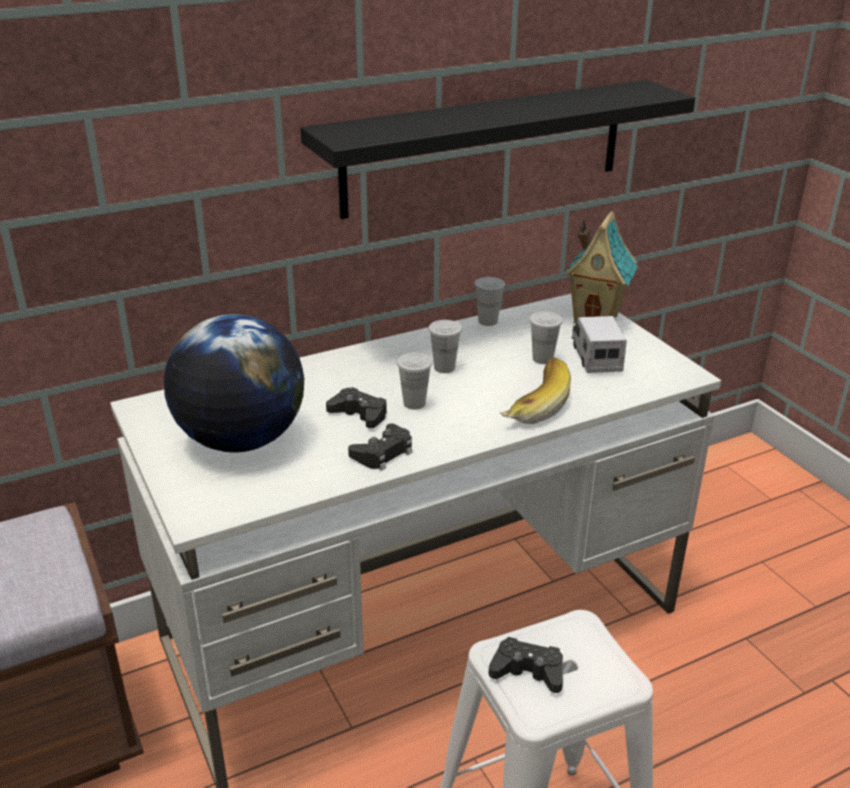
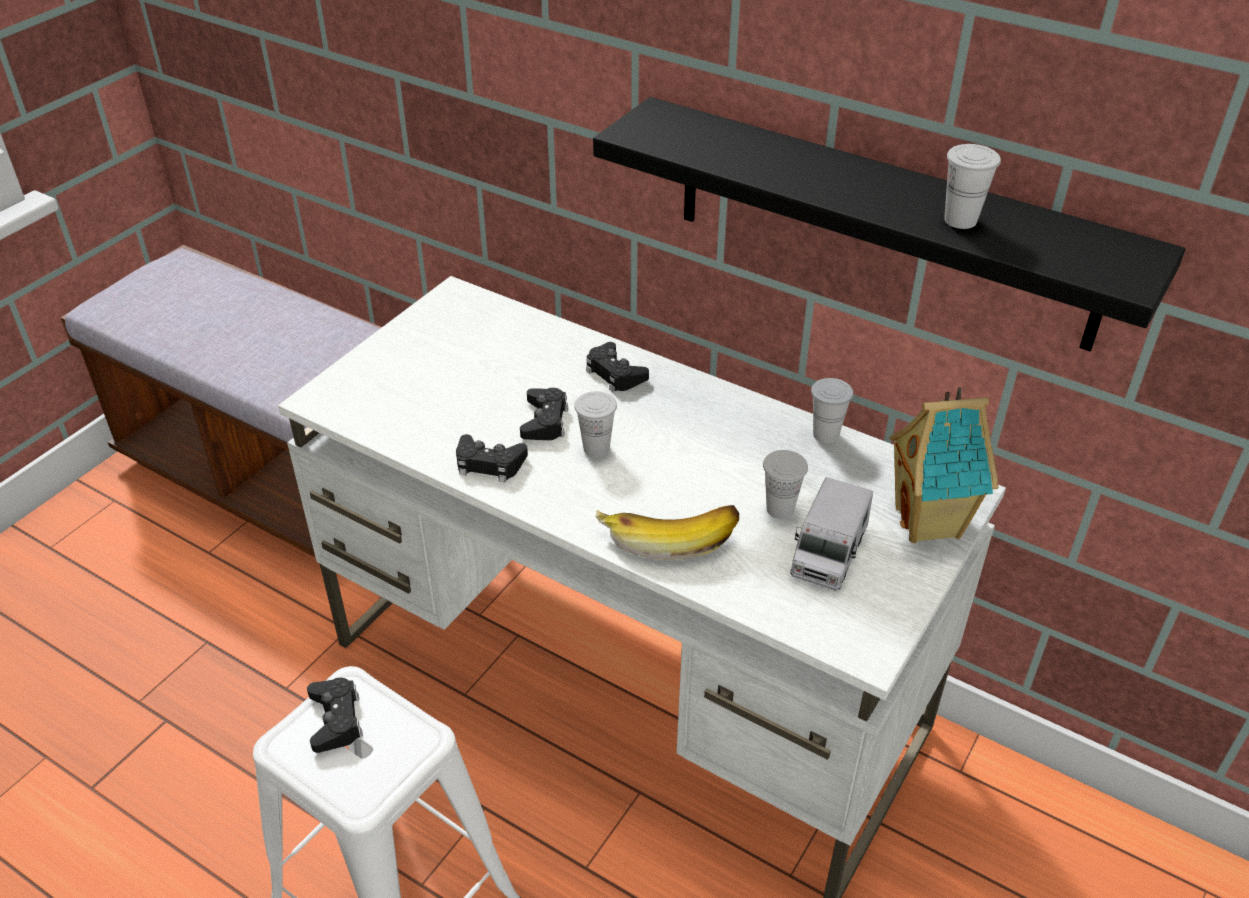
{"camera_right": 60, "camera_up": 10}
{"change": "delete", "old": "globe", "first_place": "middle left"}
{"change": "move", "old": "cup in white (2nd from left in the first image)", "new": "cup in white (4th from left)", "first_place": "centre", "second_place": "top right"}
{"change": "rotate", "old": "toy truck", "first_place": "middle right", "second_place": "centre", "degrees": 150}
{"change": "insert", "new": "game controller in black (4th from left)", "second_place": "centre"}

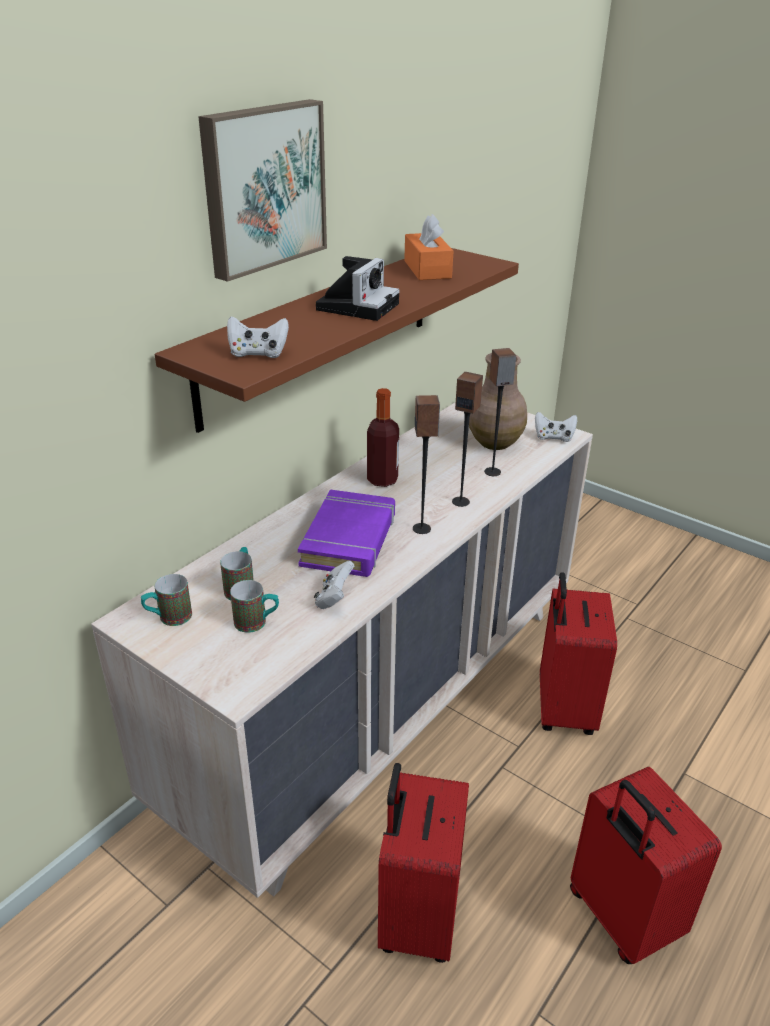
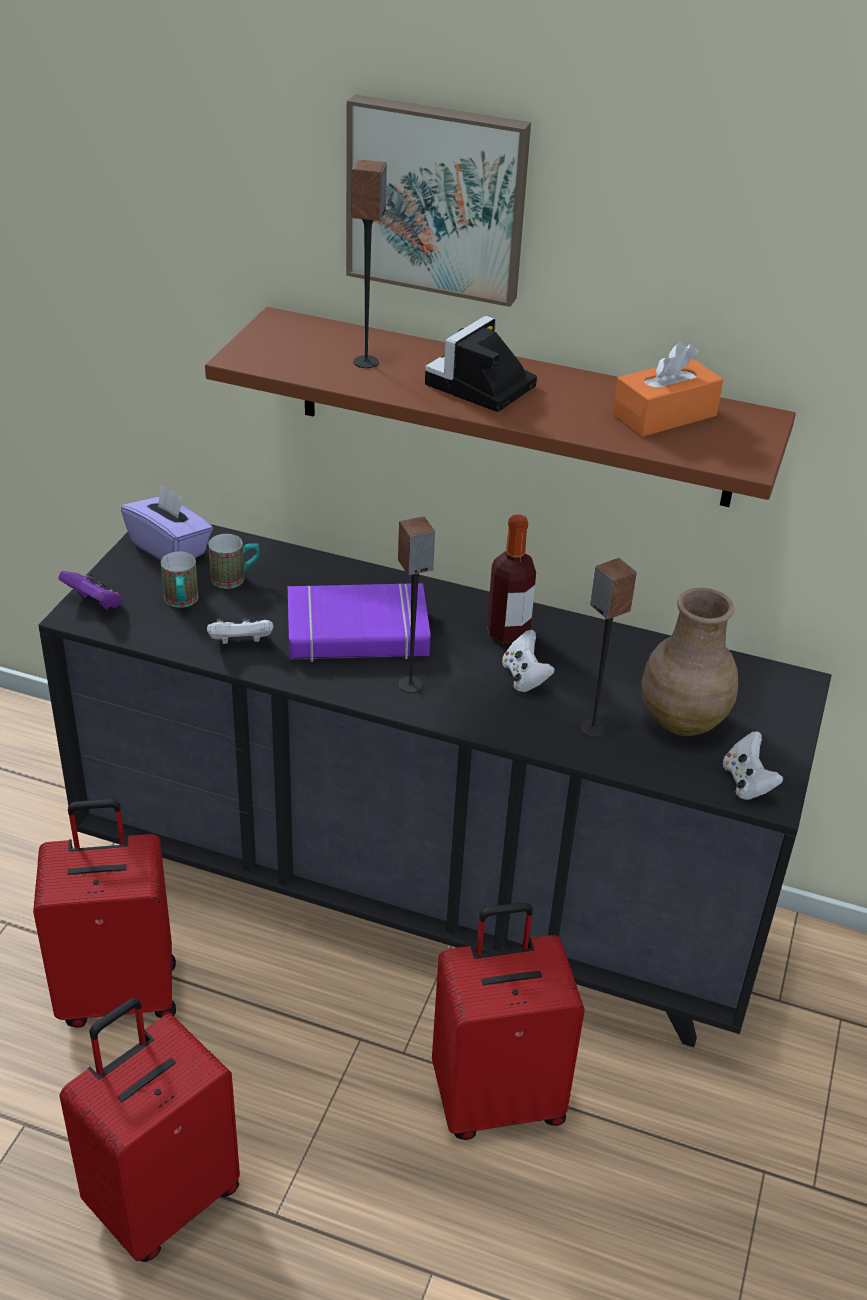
{"camera_right": 70, "camera_up": 5}
{"change": "recolor", "old": "dresser in beige", "new": "dresser in black", "first_place": "centre", "second_place": "centre"}
{"change": "replace", "old": "mug (1st from left)", "new": "tissue box in purple", "first_place": "middle left", "second_place": "middle left"}
{"change": "move", "old": "game controller in white (1st from left in the first image)", "new": "game controller in white (2nd from left)", "first_place": "top centre", "second_place": "centre"}
{"change": "rotate", "old": "photo camera", "first_place": "top centre", "second_place": "top centre", "degrees": 120}
{"change": "move", "old": "speaker (2nd from left in the first image)", "new": "speaker (1st from left)", "first_place": "centre", "second_place": "top centre"}
{"change": "insert", "new": "game controller in purple", "second_place": "middle left"}

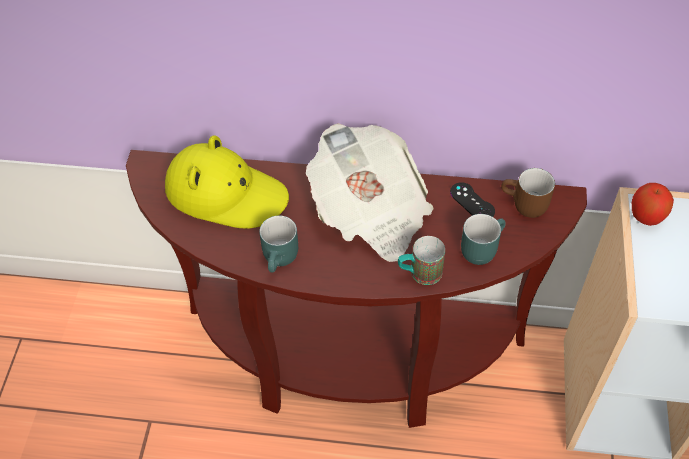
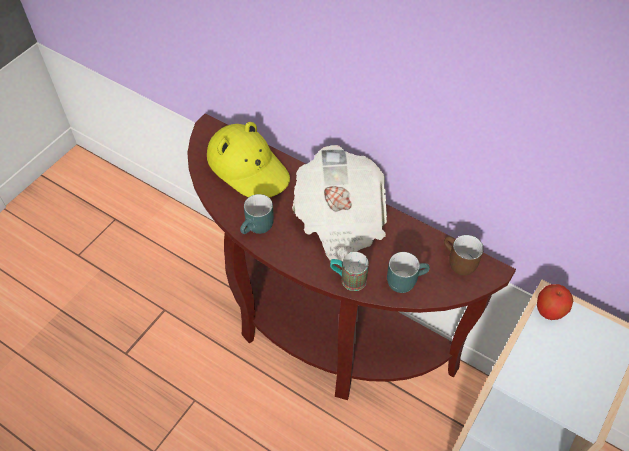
{"camera_right": 25, "camera_up": 0}
{"change": "delete", "old": "game controller in black", "first_place": "middle right"}

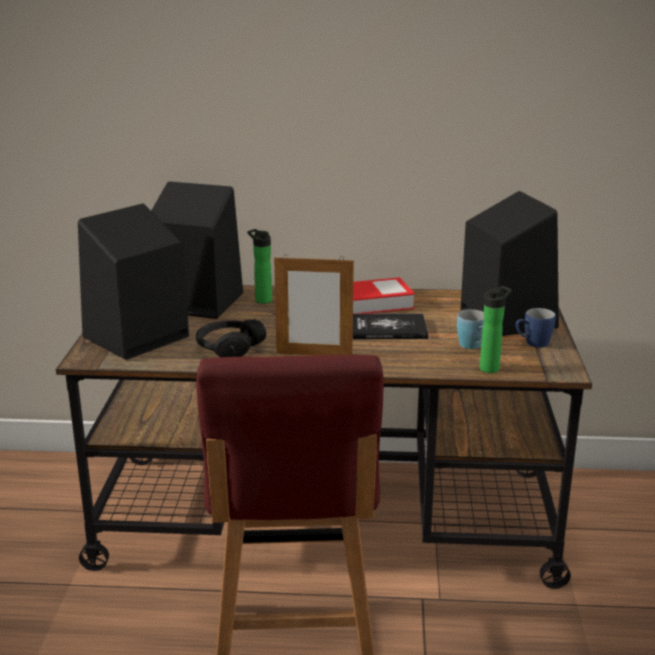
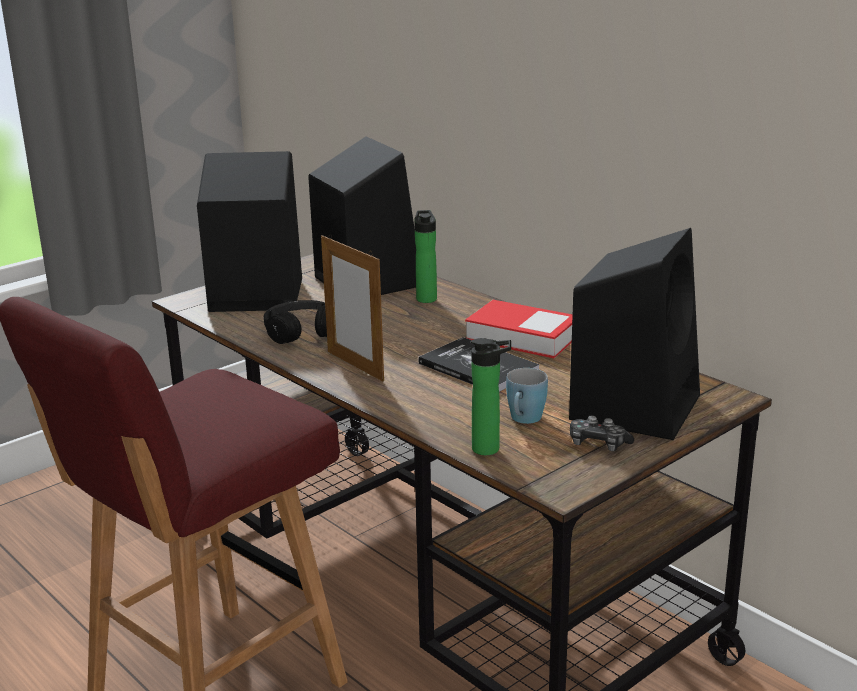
{"camera_right": 45, "camera_up": 0}
{"change": "replace", "old": "mug in blue (2nd from left)", "new": "game controller", "first_place": "middle right", "second_place": "middle right"}

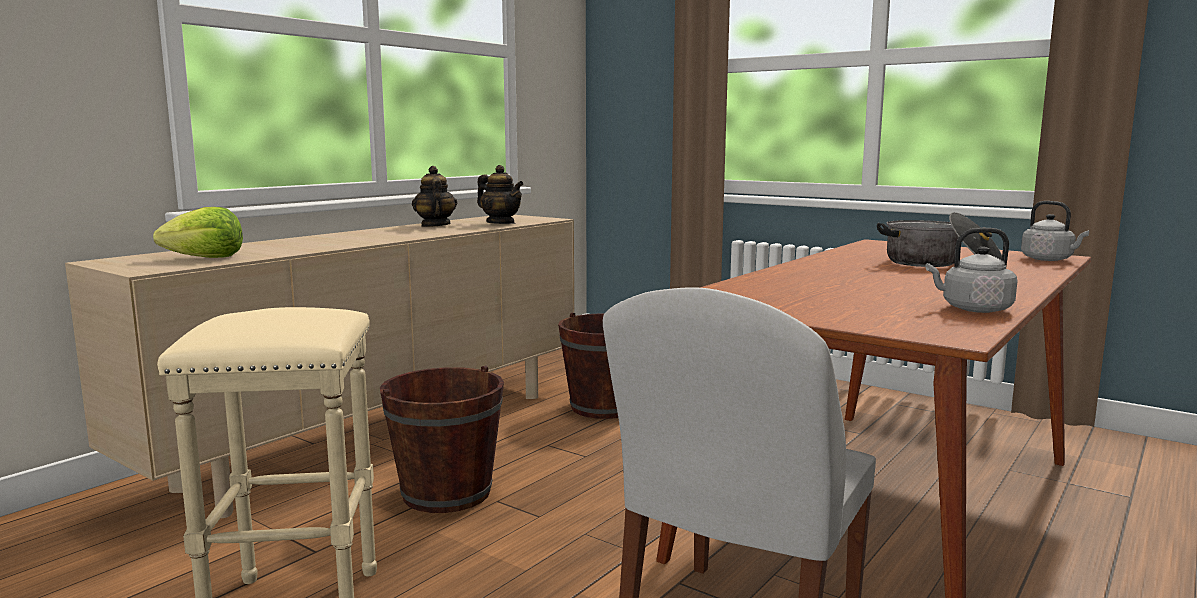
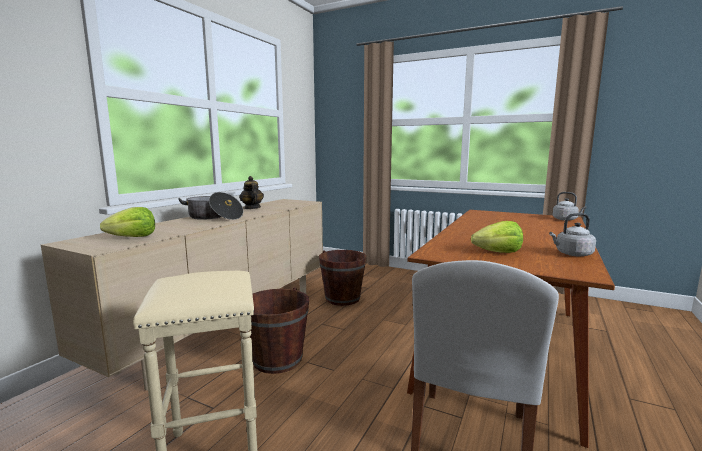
{"camera_right": -10, "camera_up": 0}
{"change": "delete", "old": "teapot (2nd from left)", "first_place": "top centre"}
{"change": "move", "old": "cooking pot", "first_place": "middle right", "second_place": "middle left"}
{"change": "insert", "new": "lettuce (2nd from left)", "second_place": "middle right"}

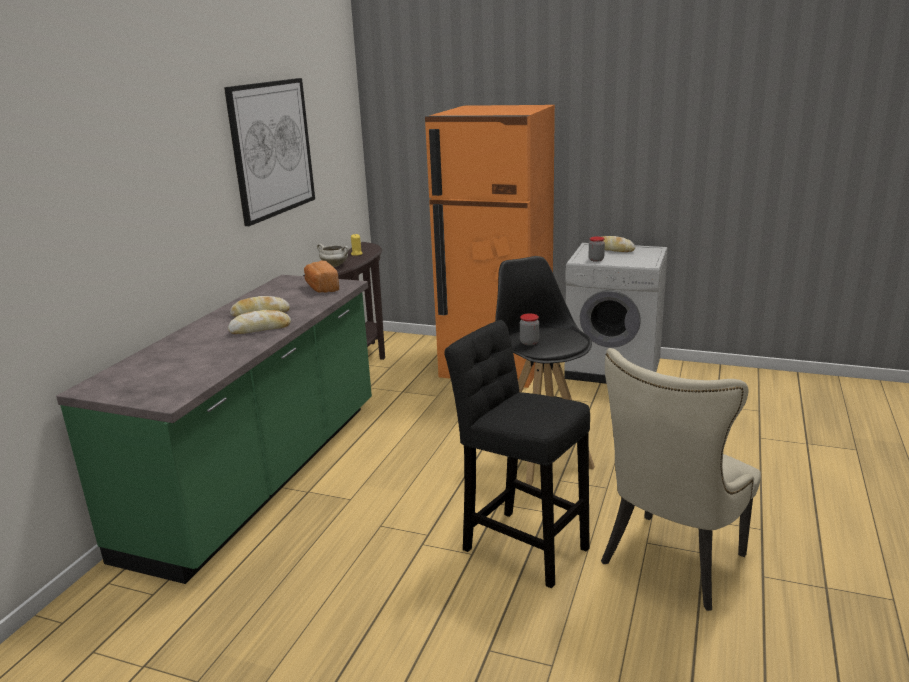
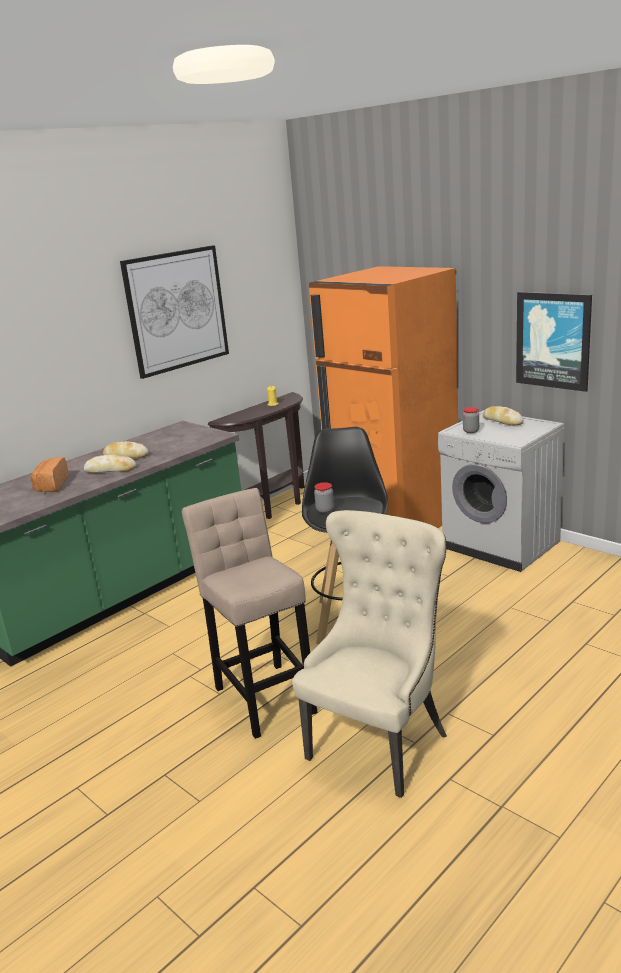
{"camera_right": 25, "camera_up": 0}
{"change": "move", "old": "bread (3rd from left in the first image)", "new": "bread (1st from left)", "first_place": "centre", "second_place": "middle left"}
{"change": "delete", "old": "cooking pot in white", "first_place": "centre"}
{"change": "recolor", "old": "stool in black (1st from left)", "new": "stool in beige", "first_place": "centre", "second_place": "centre"}
{"change": "rotate", "old": "chair in beige", "first_place": "bottom right", "second_place": "bottom centre", "degrees": 150}
{"change": "insert", "new": "picture (2nd from left)", "second_place": "middle right"}

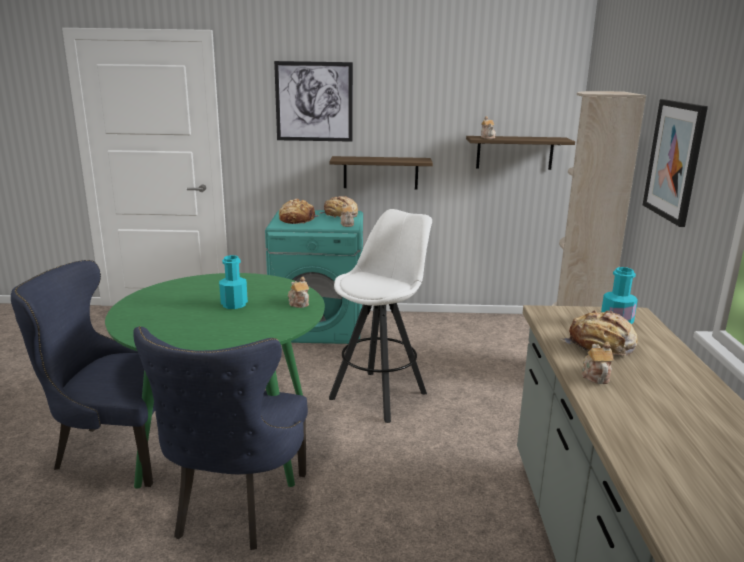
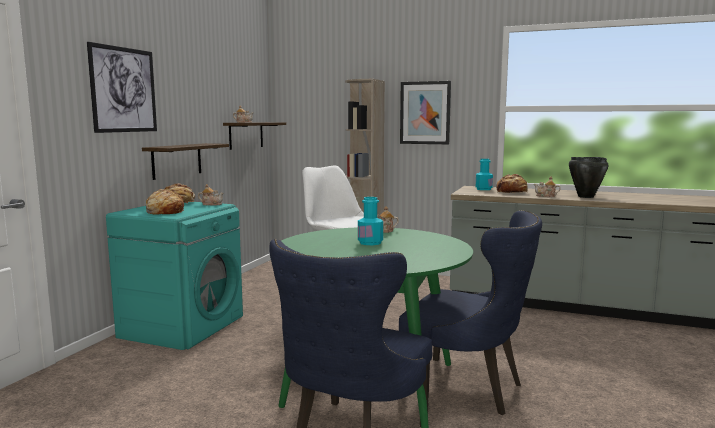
{"camera_right": -70, "camera_up": -10}
{"change": "insert", "new": "cooking pot in black", "second_place": "middle right"}

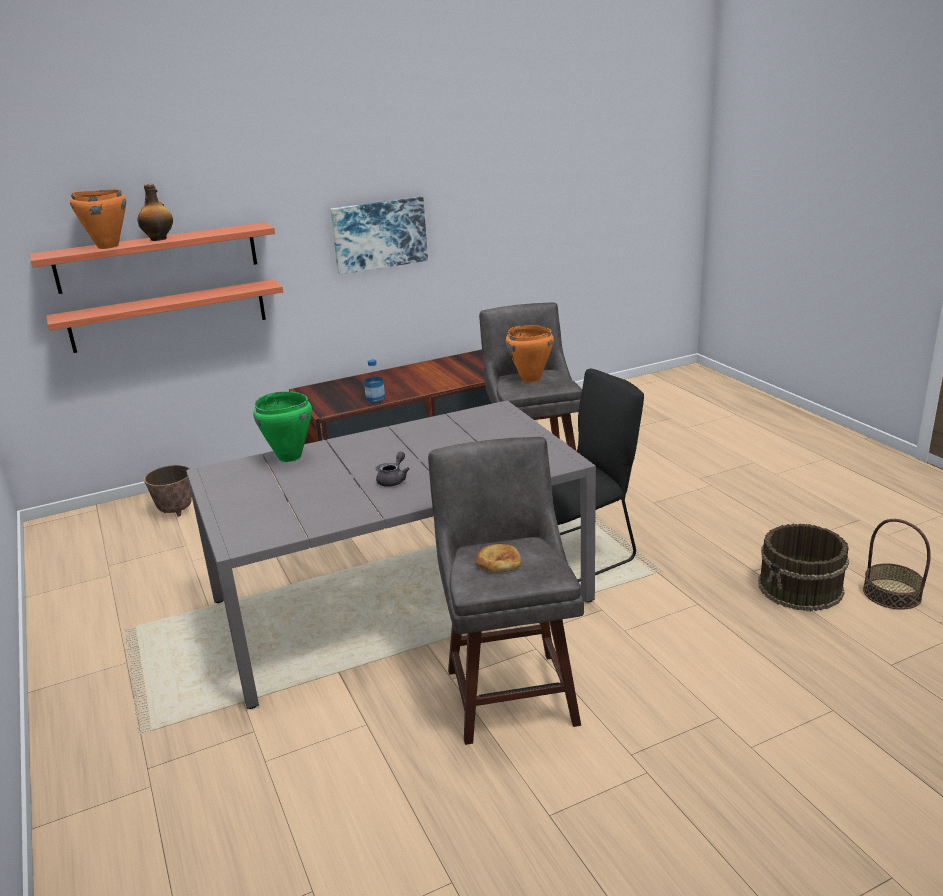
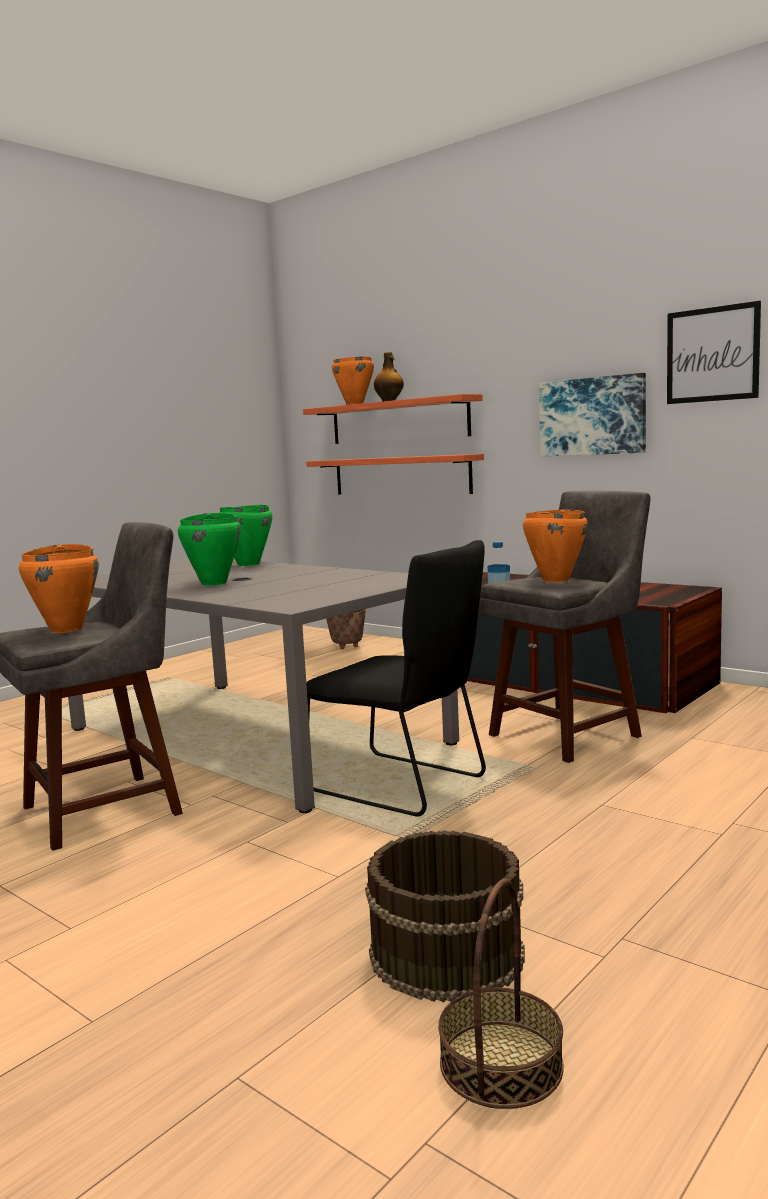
{"camera_right": 65, "camera_up": -15}
{"change": "replace", "old": "teapot in grey", "new": "cooking pot in green (1st from left)", "first_place": "centre", "second_place": "middle left"}
{"change": "replace", "old": "bread", "new": "cooking pot in orange (1st from left)", "first_place": "centre", "second_place": "middle left"}
{"change": "insert", "new": "picture (2nd from left)", "second_place": "top right"}

